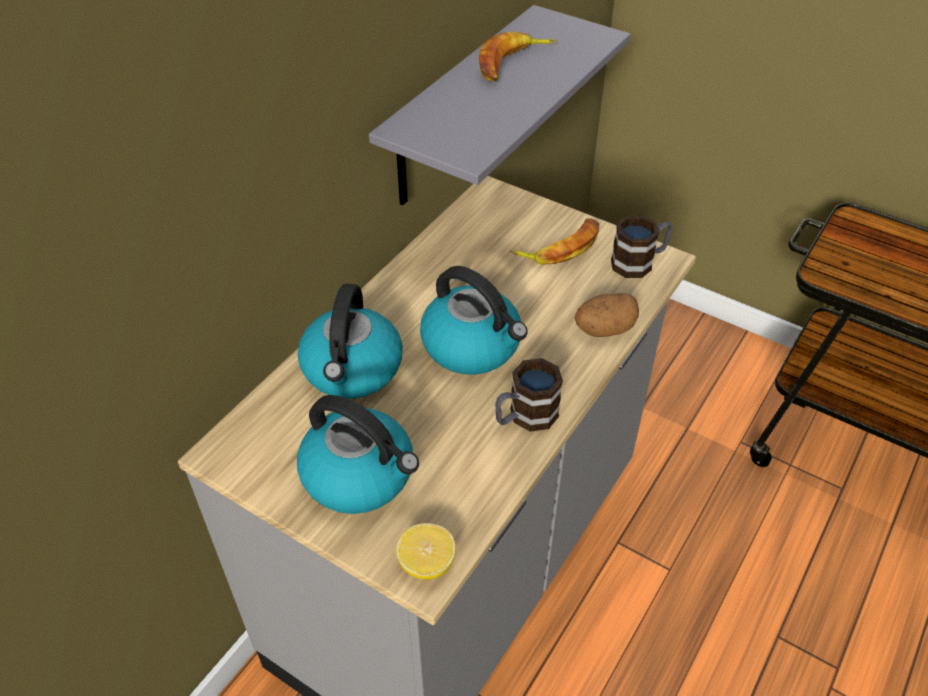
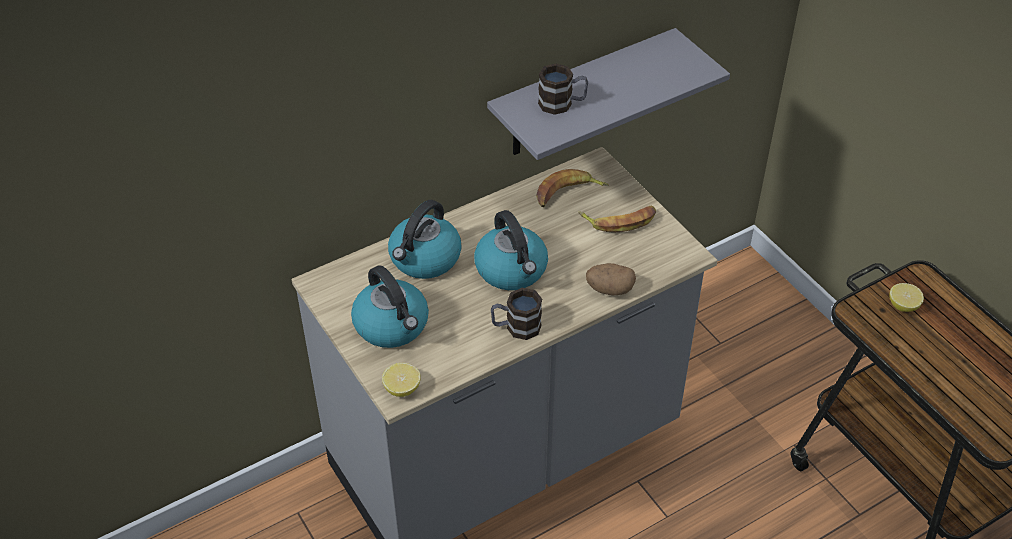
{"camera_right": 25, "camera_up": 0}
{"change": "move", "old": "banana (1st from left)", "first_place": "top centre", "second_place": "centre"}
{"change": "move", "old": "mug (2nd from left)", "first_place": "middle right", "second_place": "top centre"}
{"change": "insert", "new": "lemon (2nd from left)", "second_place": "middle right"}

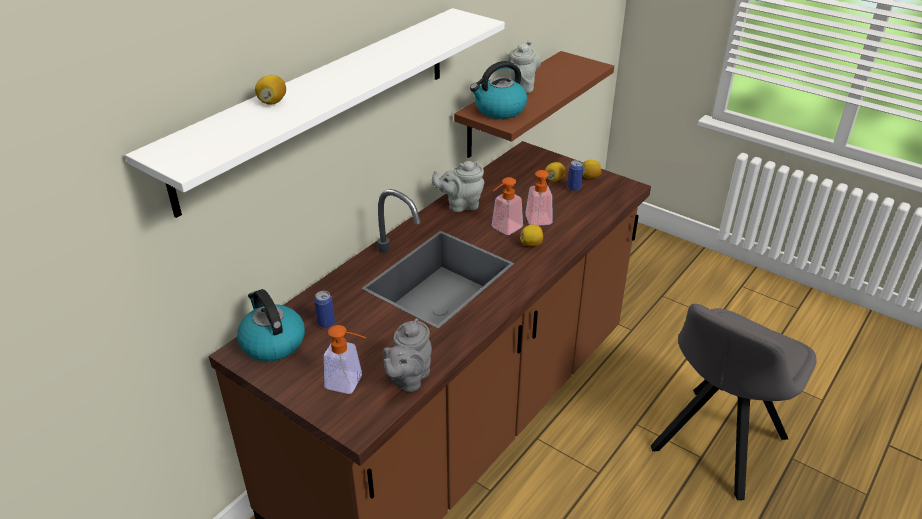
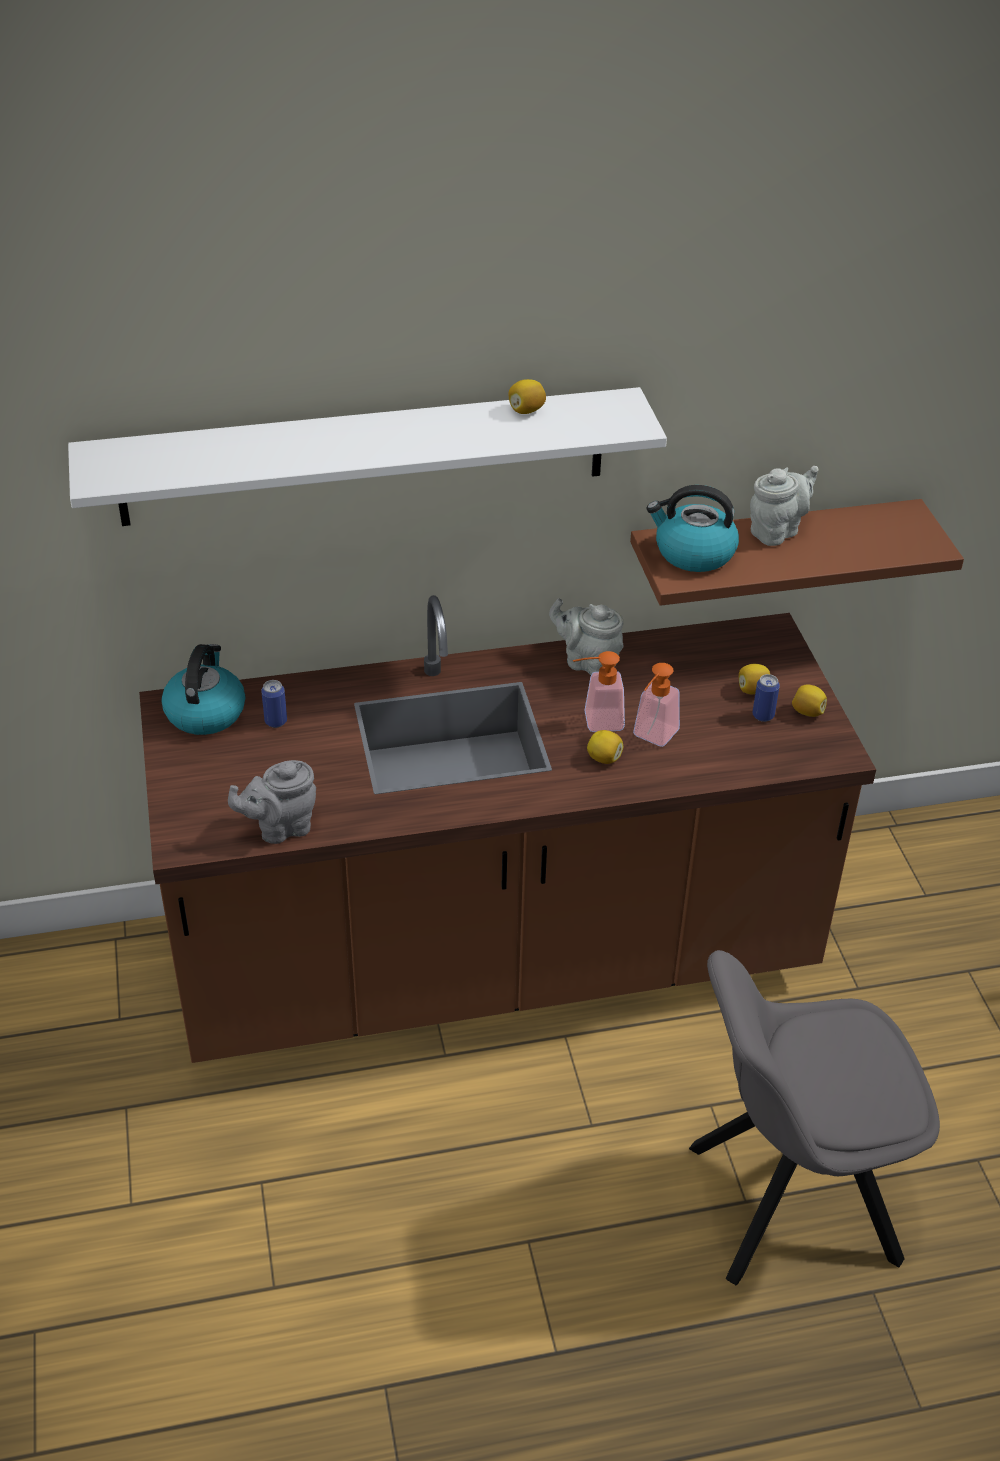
{"camera_right": 40, "camera_up": 5}
{"change": "move", "old": "lemon (1st from left)", "first_place": "top left", "second_place": "top centre"}
{"change": "delete", "old": "soap dispenser (1st from left)", "first_place": "bottom centre"}

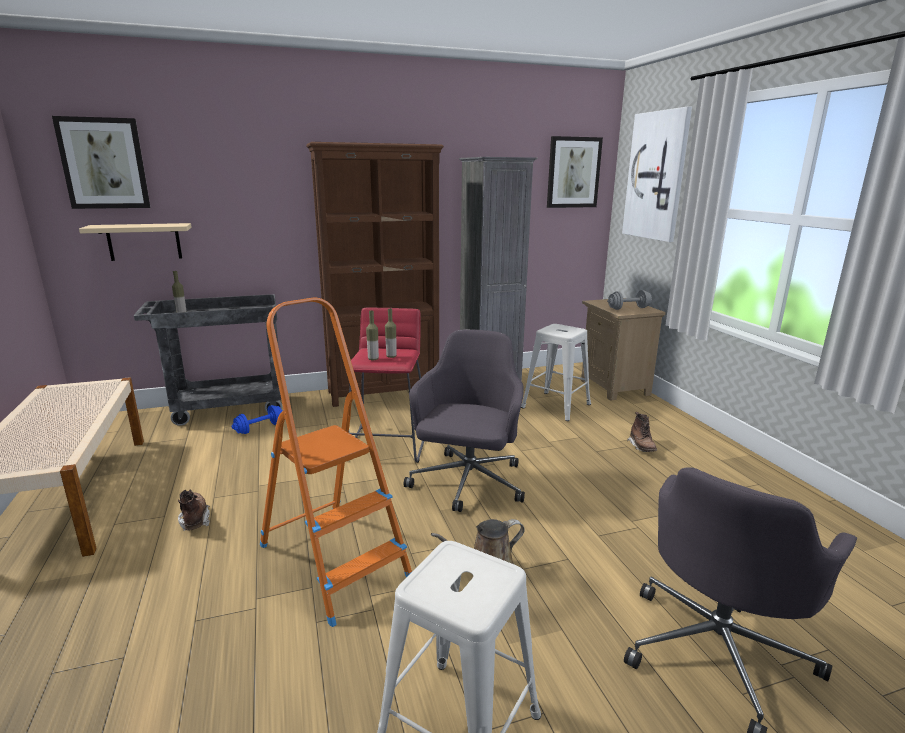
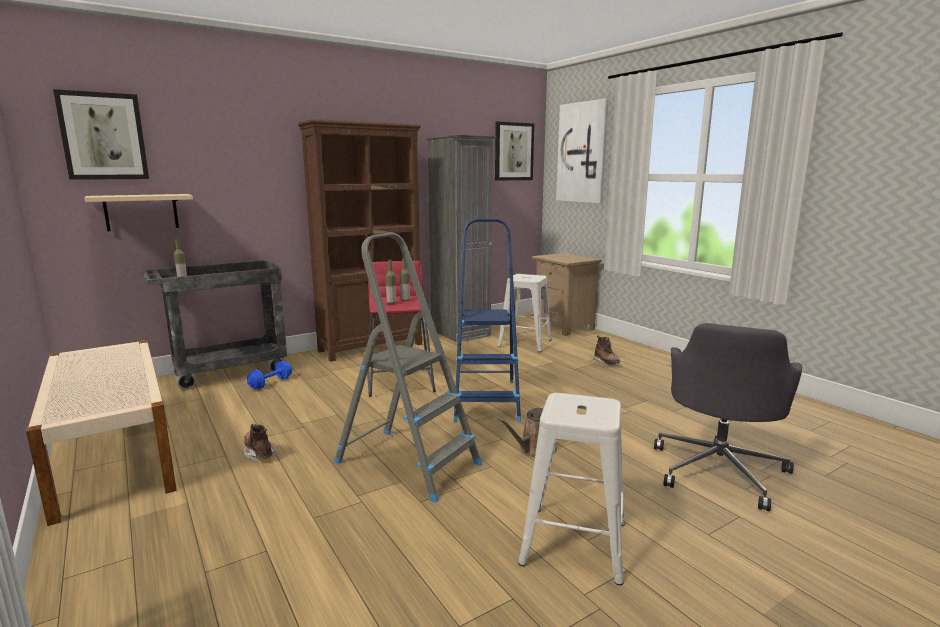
{"camera_right": -15, "camera_up": -5}
{"change": "recolor", "old": "step ladder in orange", "new": "step ladder in grey", "first_place": "centre", "second_place": "centre"}
{"change": "replace", "old": "office chair in grey (1st from left)", "new": "step ladder in blue", "first_place": "centre", "second_place": "centre"}
{"change": "delete", "old": "dumbbell in grey", "first_place": "middle right"}

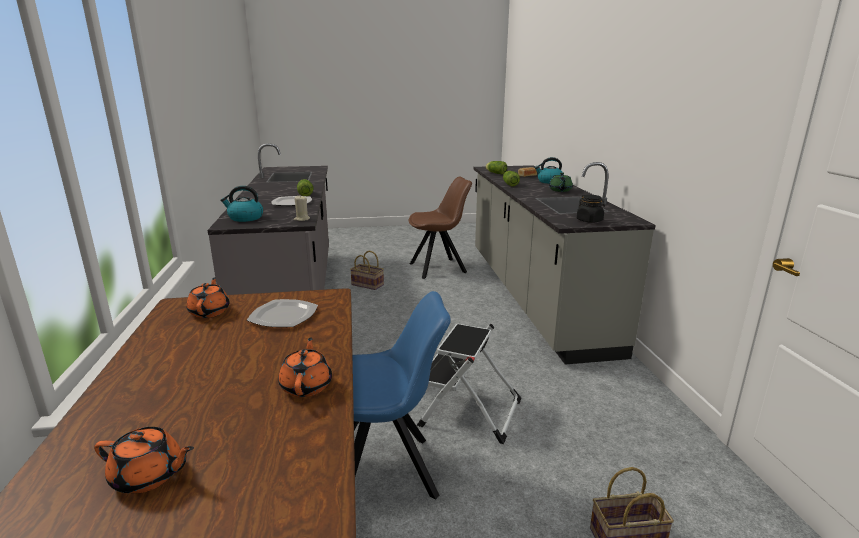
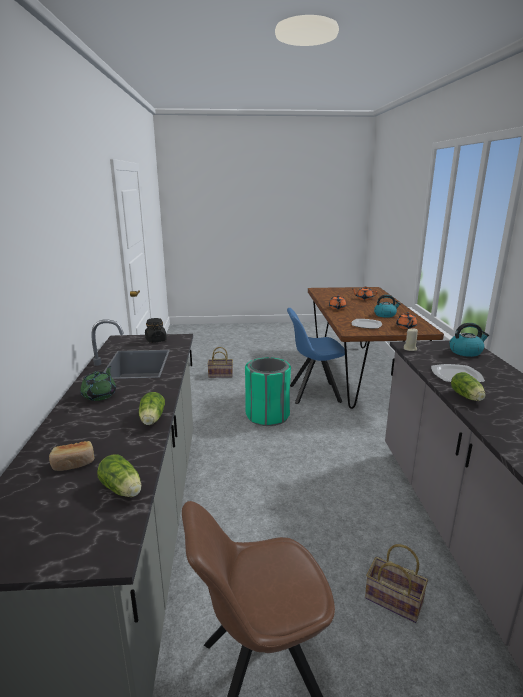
{"camera_right": -175, "camera_up": 0}
{"change": "replace", "old": "step ladder", "new": "trash can in green", "first_place": "bottom centre", "second_place": "centre"}
{"change": "move", "old": "kettle (2nd from left in the first image)", "new": "kettle (1st from left)", "first_place": "top centre", "second_place": "middle right"}

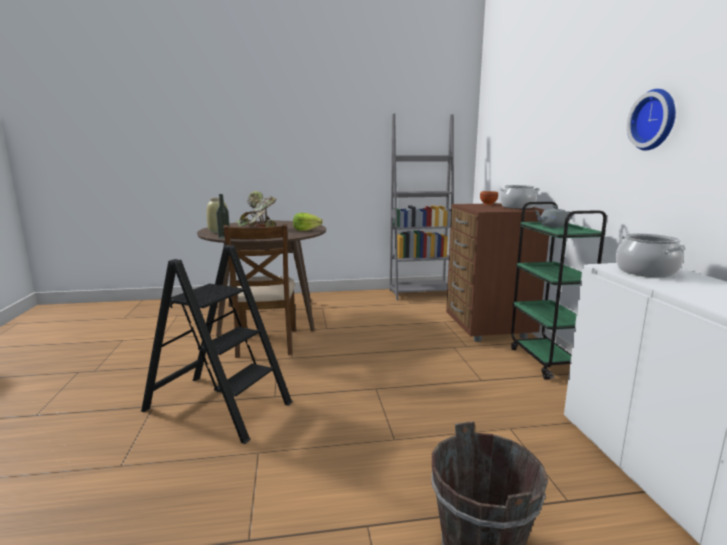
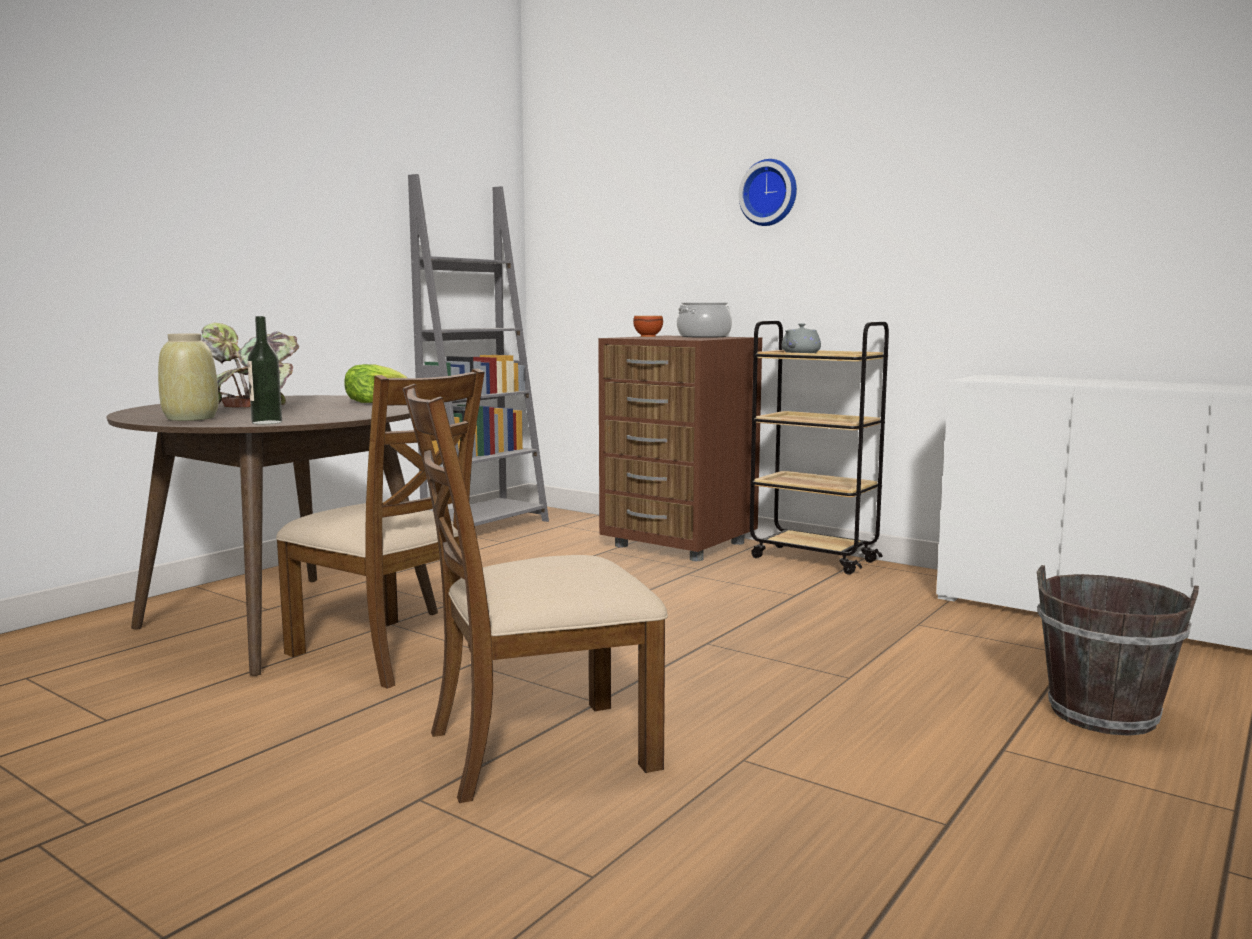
{"camera_right": -45, "camera_up": -5}
{"change": "replace", "old": "step ladder in black", "new": "chair in brown (2nd from left)", "first_place": "middle left", "second_place": "centre"}
{"change": "recolor", "old": "cart in green", "new": "cart in brown", "first_place": "middle right", "second_place": "centre"}
{"change": "delete", "old": "cooking pot (2nd from left)", "first_place": "middle right"}
{"change": "move", "old": "wall clock", "first_place": "top right", "second_place": "top centre"}

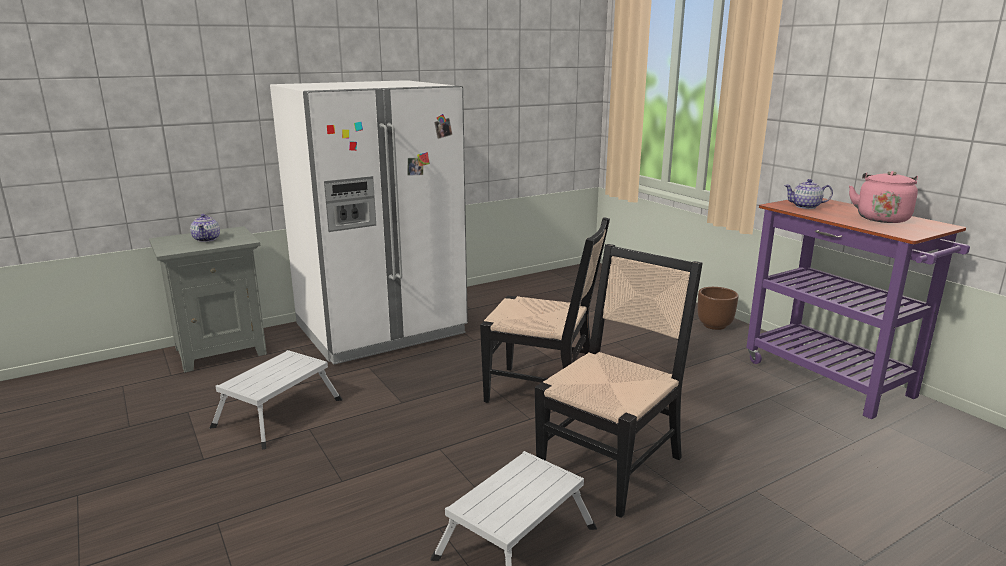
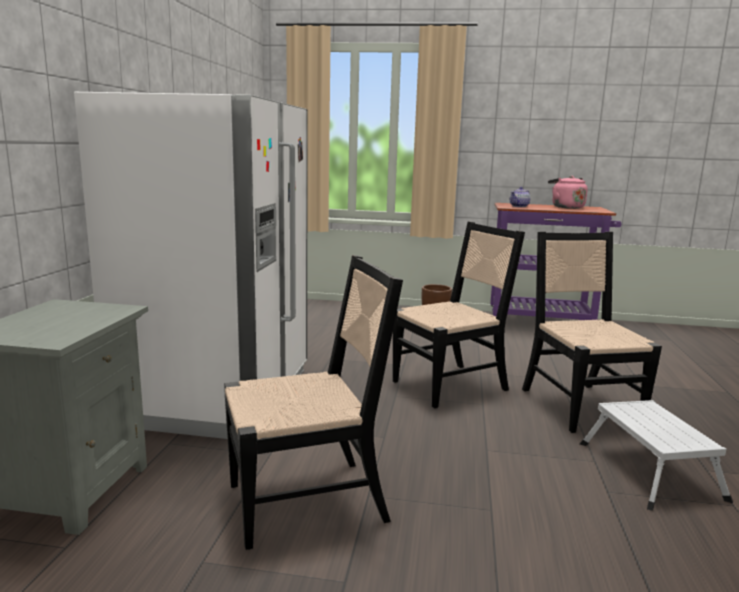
{"camera_right": -50, "camera_up": -5}
{"change": "delete", "old": "teapot (1st from left)", "first_place": "middle left"}
{"change": "replace", "old": "step ladder in white (1st from left)", "new": "chair (1st from left)", "first_place": "bottom left", "second_place": "bottom centre"}

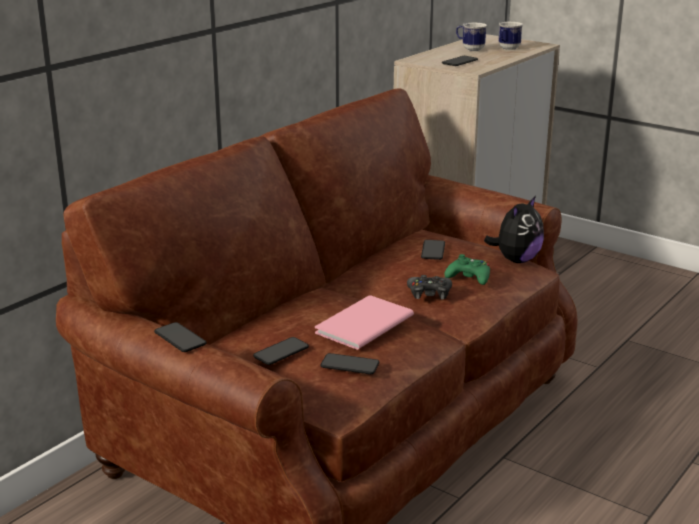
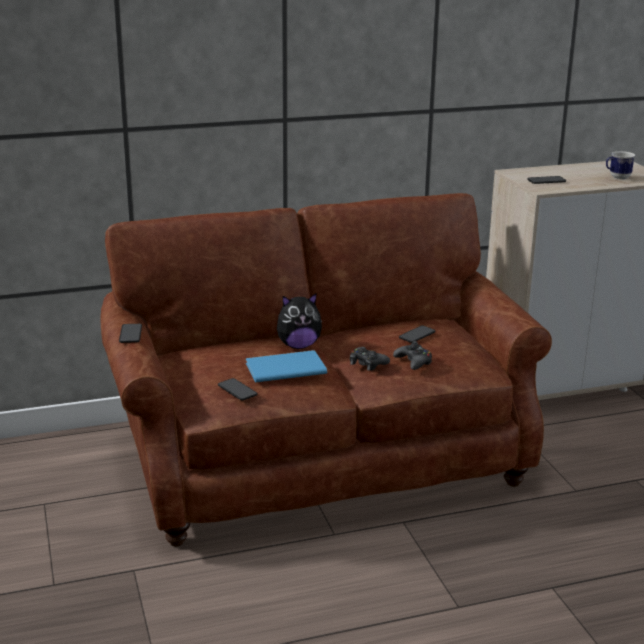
{"camera_right": 35, "camera_up": 0}
{"change": "delete", "old": "phone (2nd from left)", "first_place": "bottom centre"}
{"change": "recolor", "old": "book in pink", "new": "book in blue", "first_place": "centre", "second_place": "centre"}
{"change": "recolor", "old": "game controller in green", "new": "game controller in black (2nd from left)", "first_place": "middle right", "second_place": "centre"}
{"change": "delete", "old": "mug (1st from left)", "first_place": "top right"}
{"change": "move", "old": "plush toy", "first_place": "middle right", "second_place": "centre"}

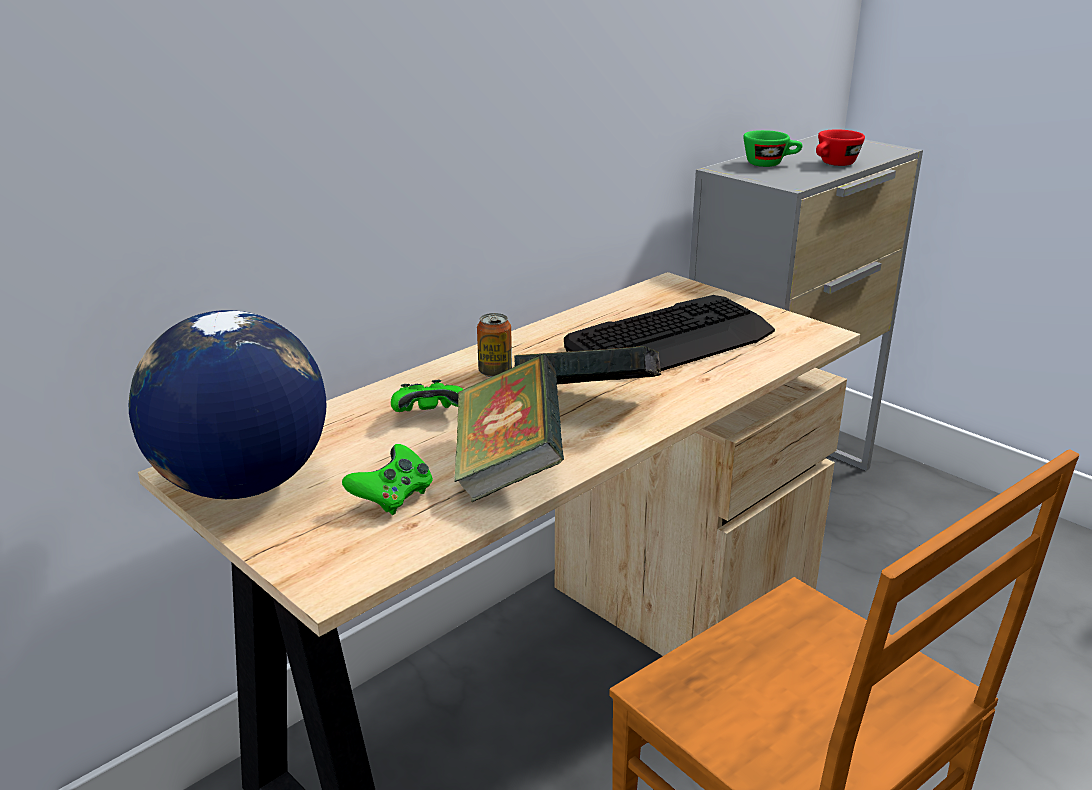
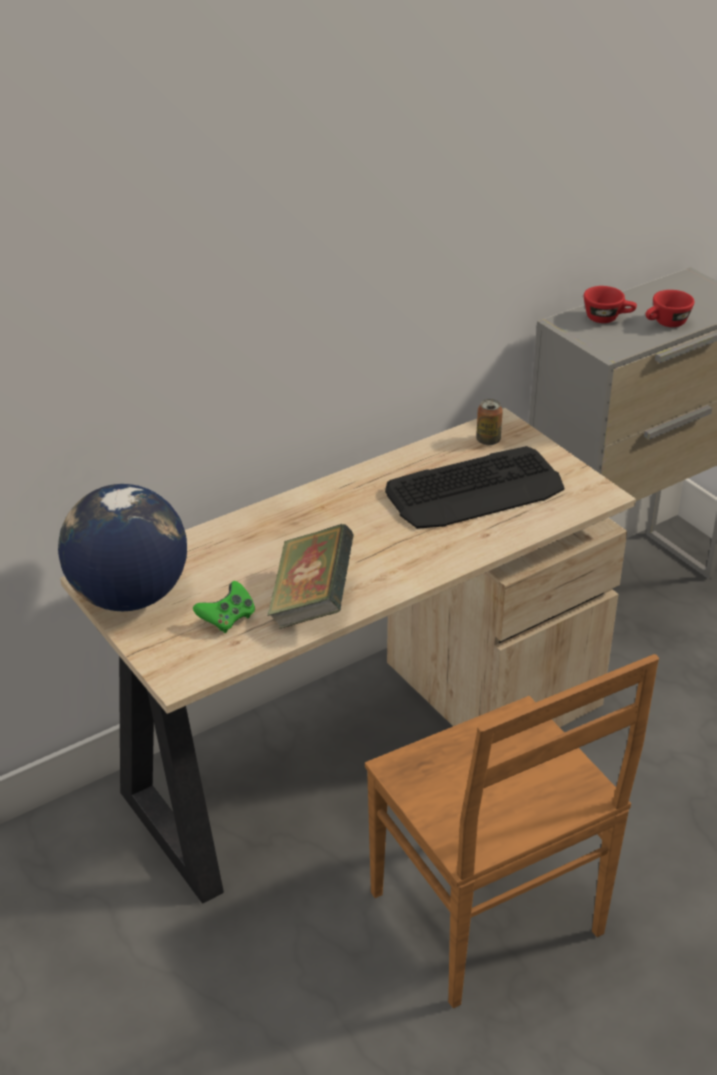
{"camera_right": 10, "camera_up": 10}
{"change": "delete", "old": "game controller in green (2nd from left)", "first_place": "centre"}
{"change": "move", "old": "can", "first_place": "centre", "second_place": "middle right"}
{"change": "delete", "old": "book (2nd from left)", "first_place": "centre"}
{"change": "recolor", "old": "cup in green", "new": "cup in red (1st from left)", "first_place": "top right", "second_place": "top right"}

